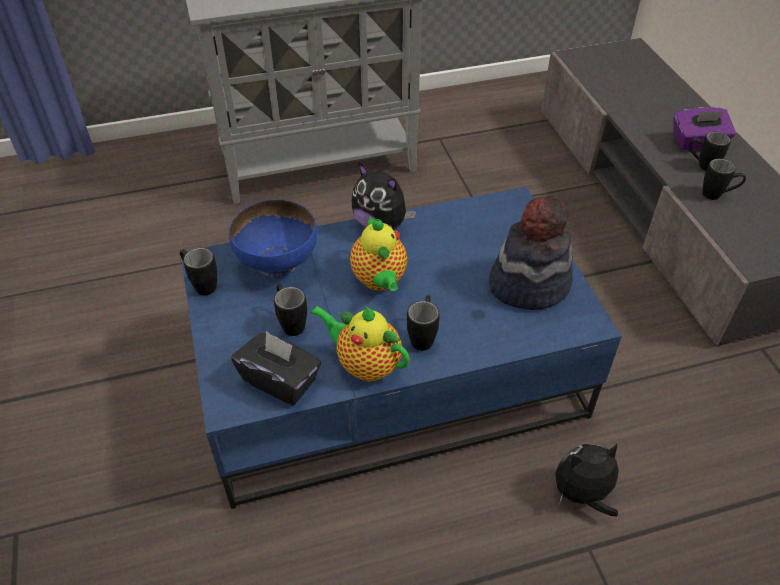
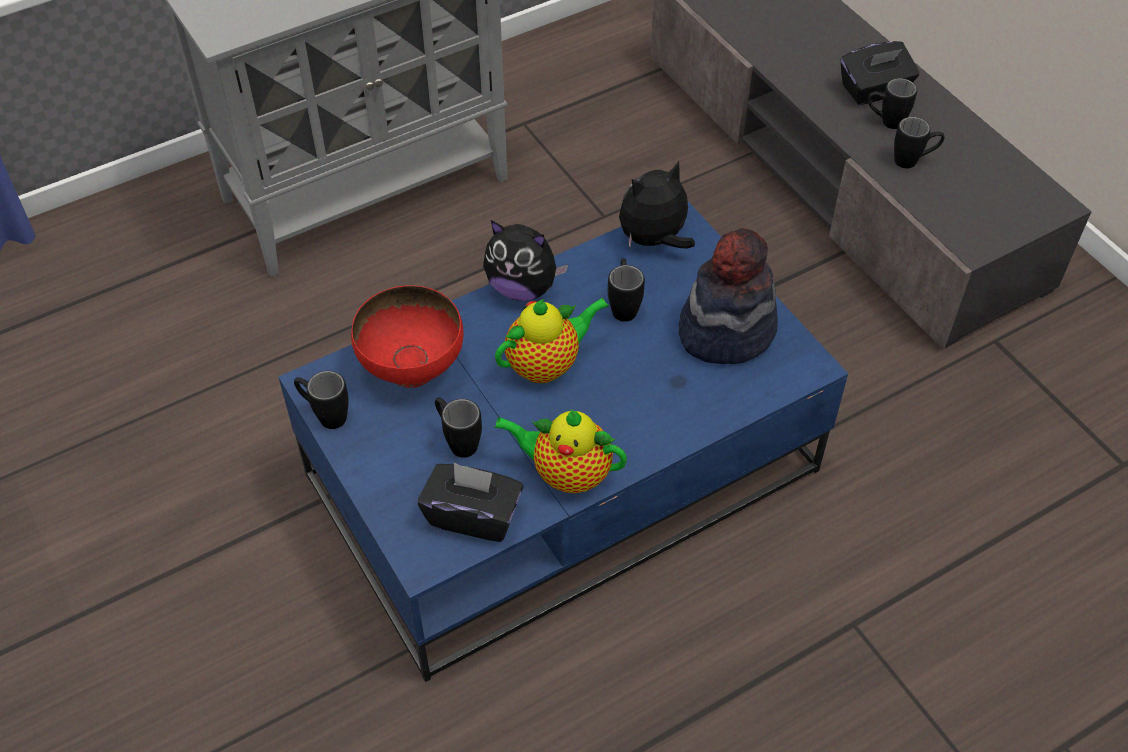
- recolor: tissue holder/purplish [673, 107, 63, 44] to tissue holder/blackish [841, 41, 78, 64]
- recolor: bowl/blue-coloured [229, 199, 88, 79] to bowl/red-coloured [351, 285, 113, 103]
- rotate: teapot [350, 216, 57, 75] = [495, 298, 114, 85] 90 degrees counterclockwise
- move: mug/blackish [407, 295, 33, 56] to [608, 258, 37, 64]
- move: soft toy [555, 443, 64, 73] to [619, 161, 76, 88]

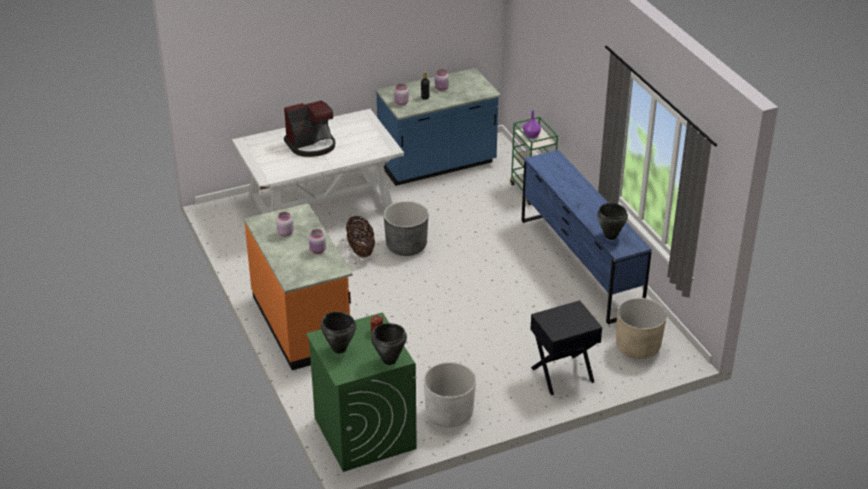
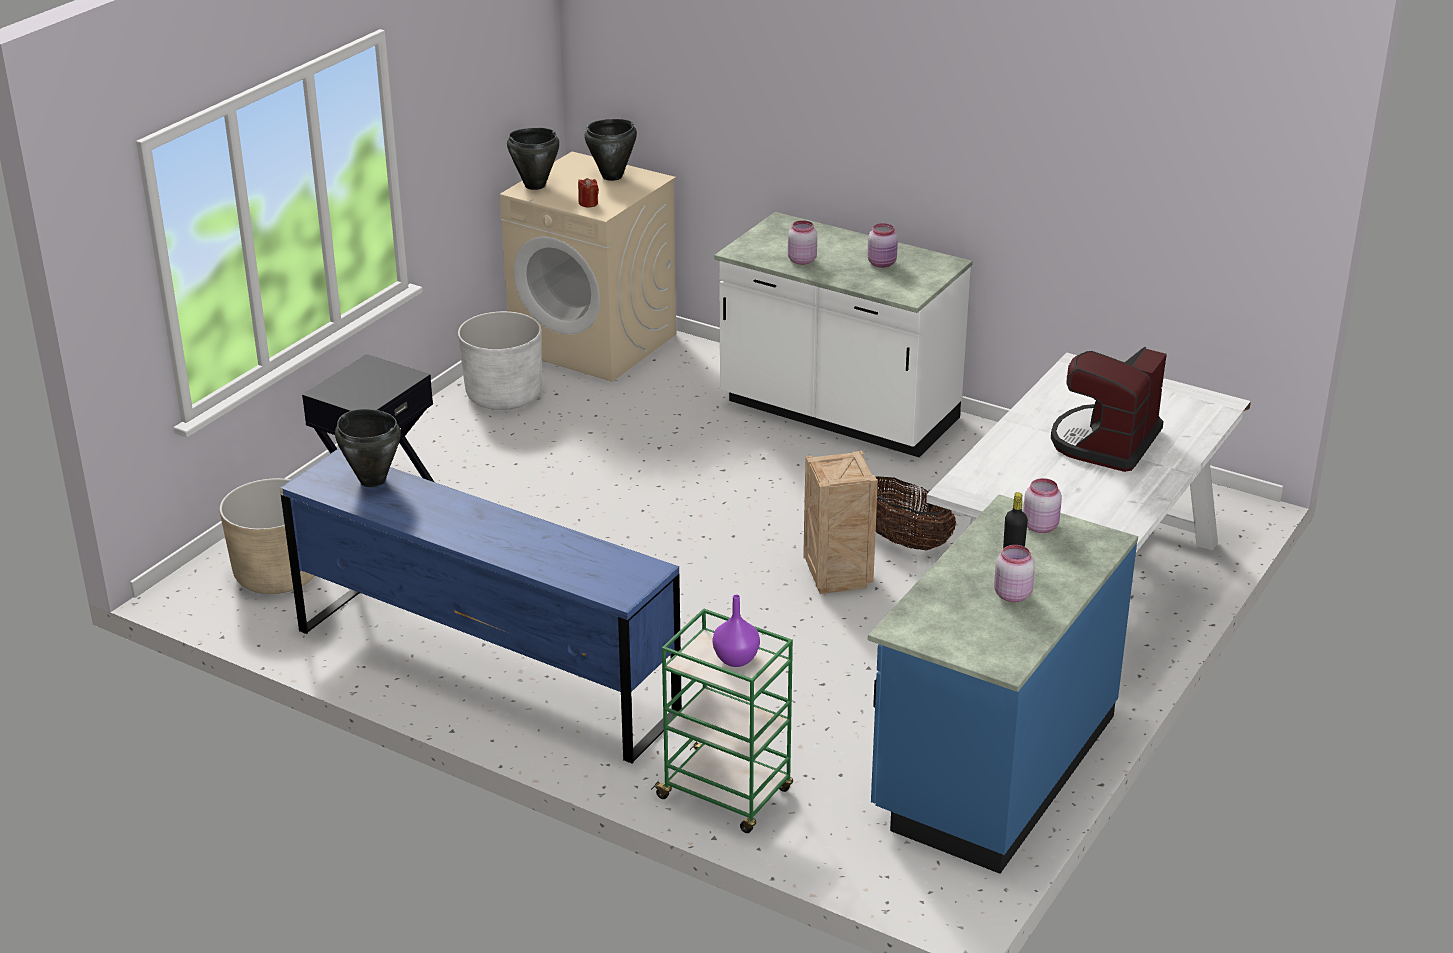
- replace: flower pot/gray [384, 201, 44, 55] to crate [803, 450, 75, 144]
- recolor: kitchen base unit/orange [244, 203, 109, 167] to kitchen base unit/whitish [714, 212, 259, 245]
- recolor: laundry machine/green-coloured [306, 313, 111, 159] to laundry machine/sand-coloured [500, 151, 176, 231]

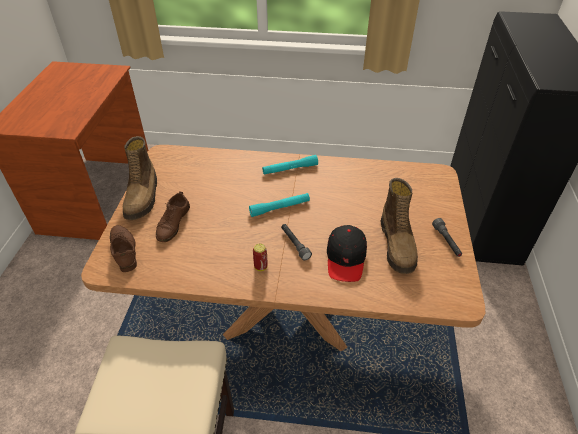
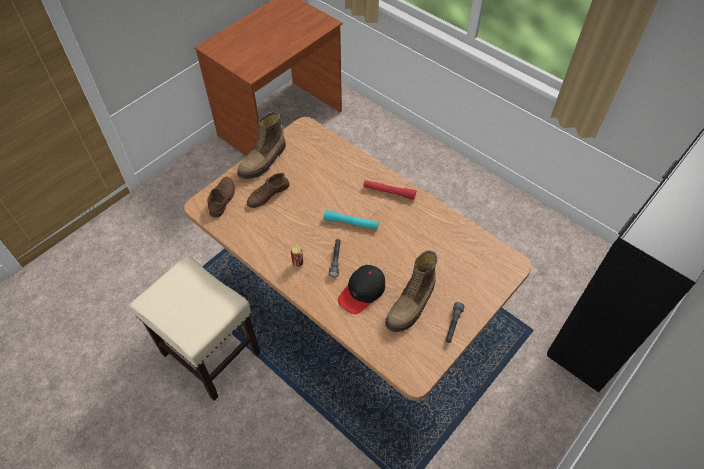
- recolor: hand torch/turquoise [262, 155, 56, 20] to hand torch/red-coloured [363, 180, 53, 20]

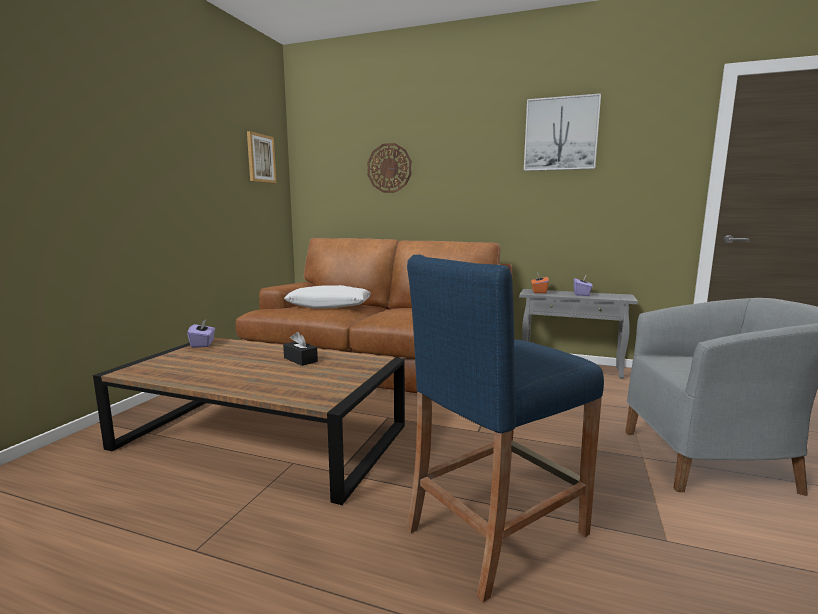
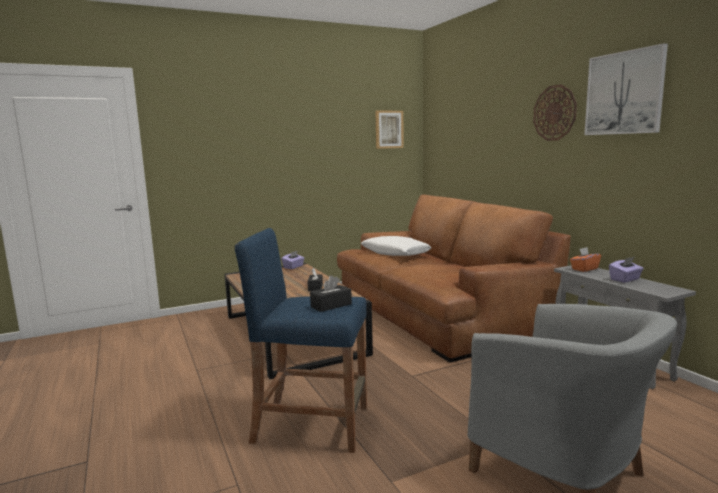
- move: clock on the wall [367, 143, 45, 50] to [533, 84, 44, 57]
- insert: tissue holder/blackish [310, 275, 42, 37]

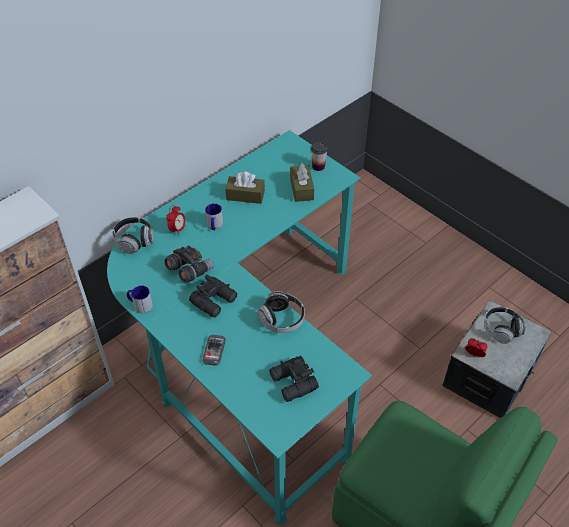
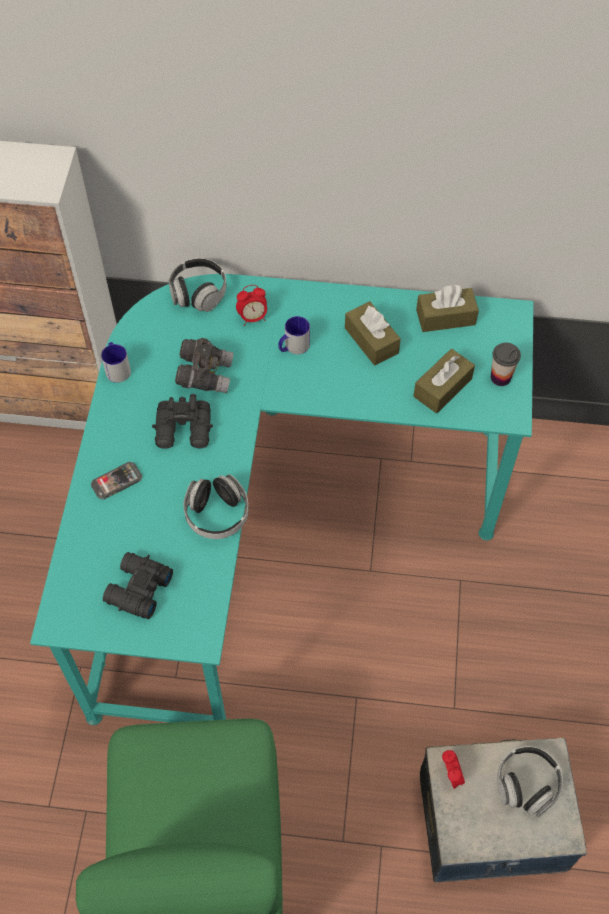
- insert: tissue holder/brownish [416, 285, 63, 47]

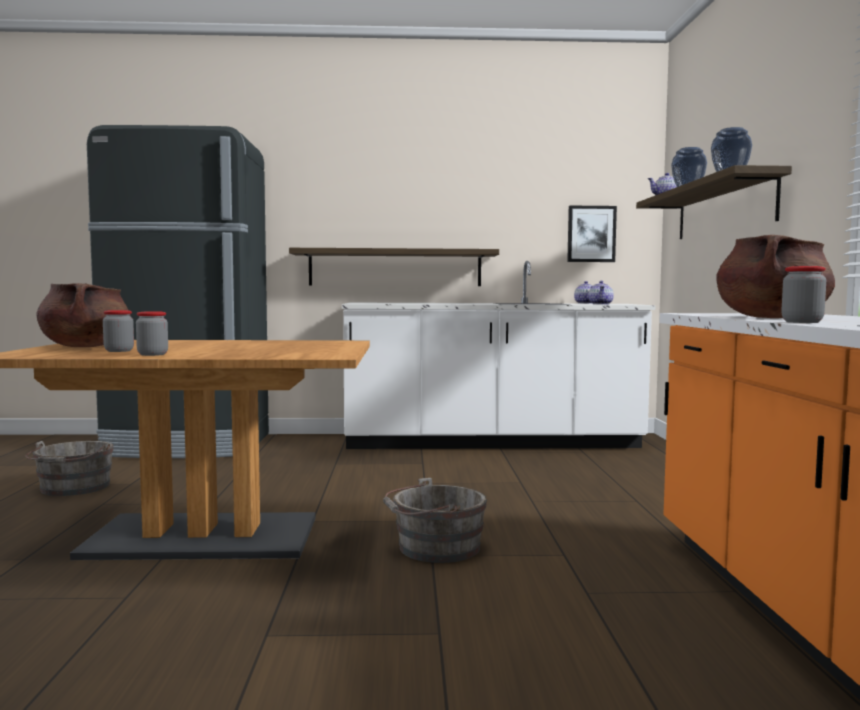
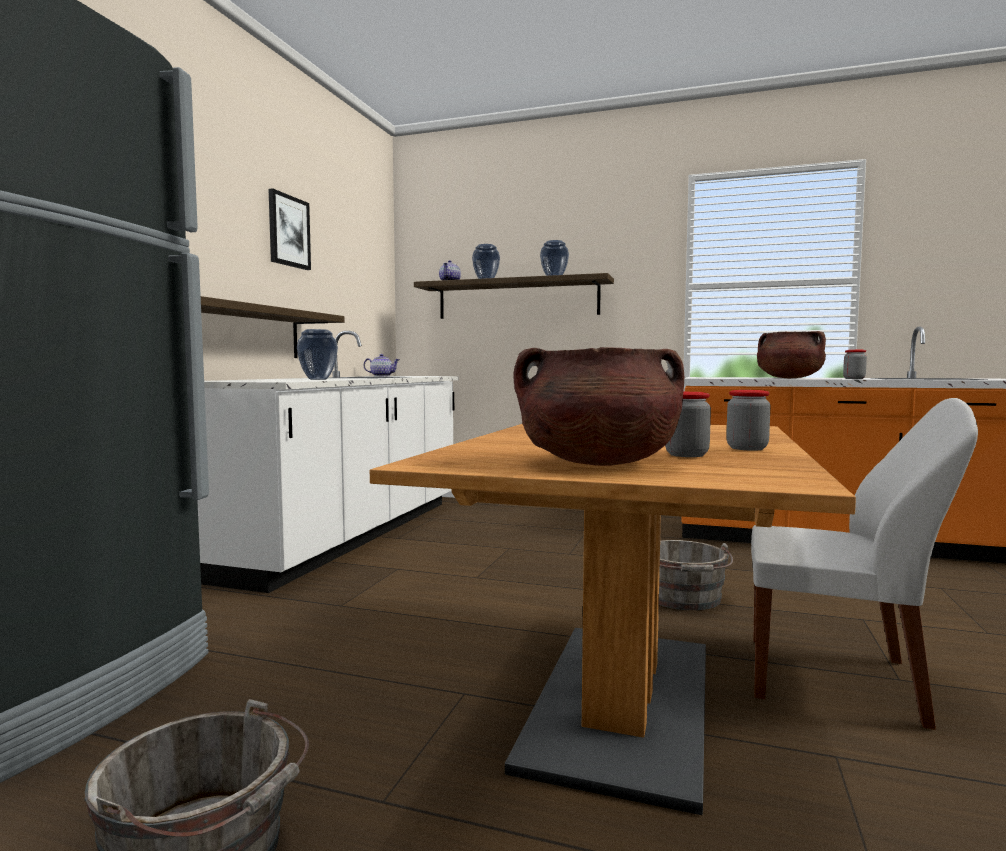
- move: wall art [567, 206, 50, 56] to [268, 188, 43, 82]
- delete: teapot [589, 281, 25, 24]
- insert: decorative vase [297, 329, 41, 51]
- insert: plain chair/whitish [751, 398, 227, 332]

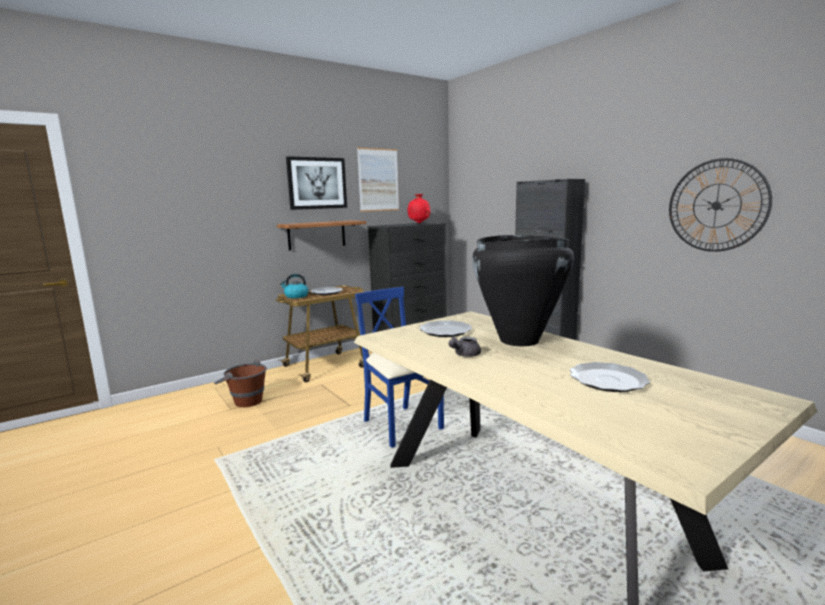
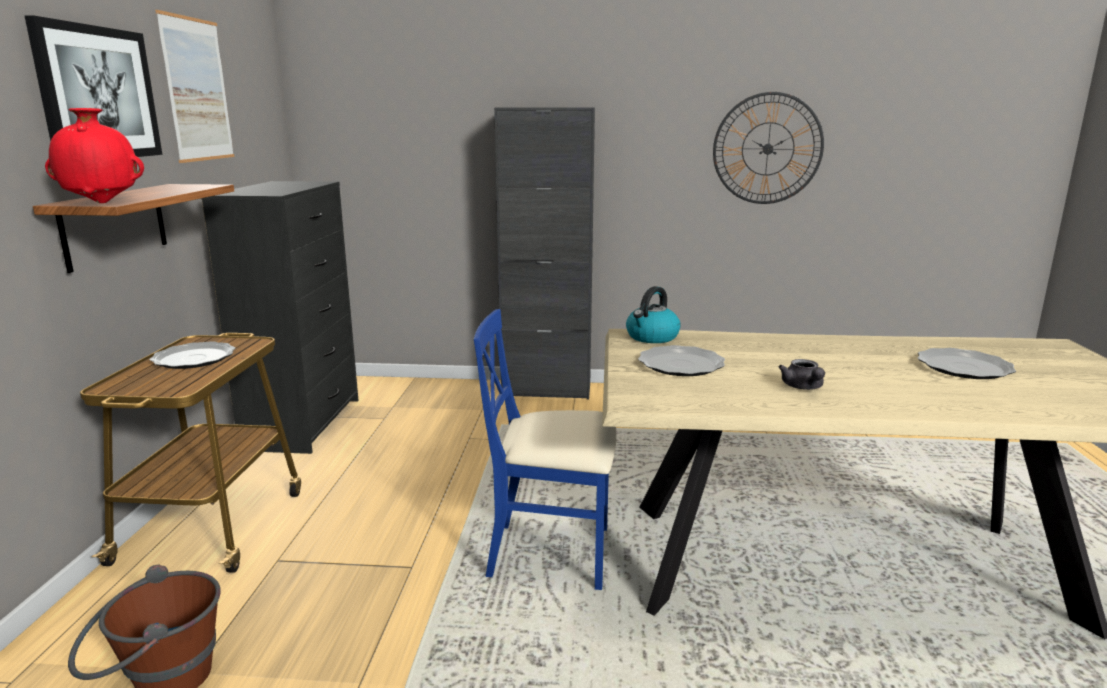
- move: decorative vase/red-coloured [408, 194, 23, 29] to [45, 108, 99, 95]
- delete: decorative vase/blackish [472, 235, 102, 111]
- move: kettle [280, 274, 29, 24] to [626, 286, 55, 57]

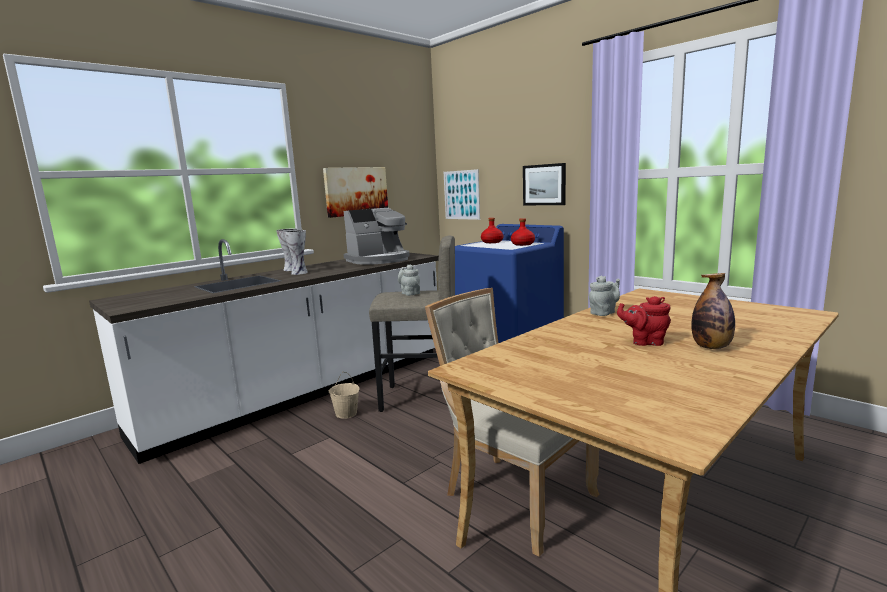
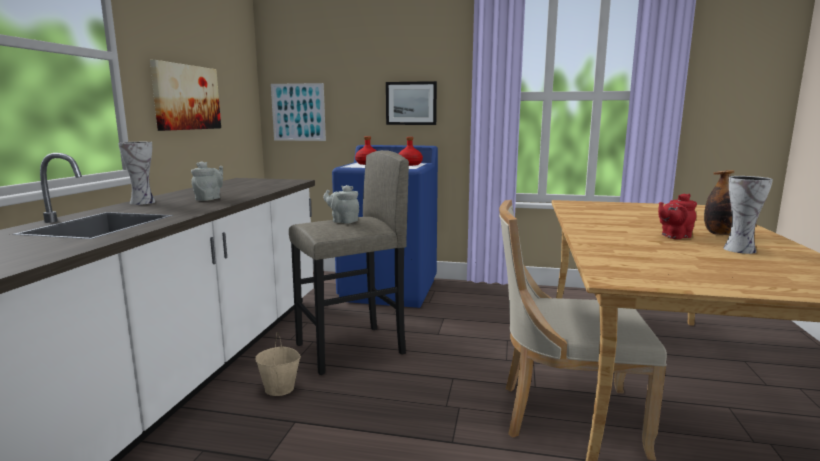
- delete: coffee brewer [344, 208, 66, 57]
- move: decorative vase [284, 230, 24, 45] to [723, 176, 50, 78]
- move: teapot/gray [589, 276, 31, 40] to [191, 161, 32, 40]

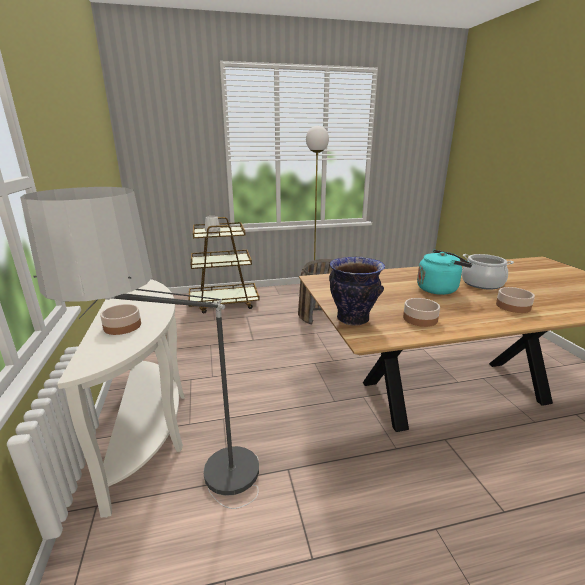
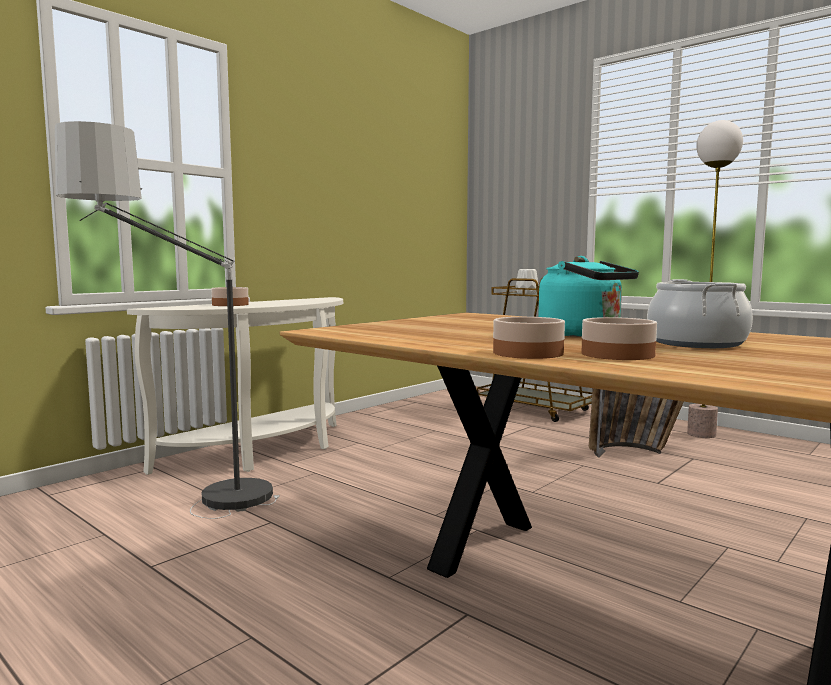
- delete: decorative vase [329, 256, 56, 70]
- move: bowl [403, 298, 37, 29] to [493, 317, 72, 42]

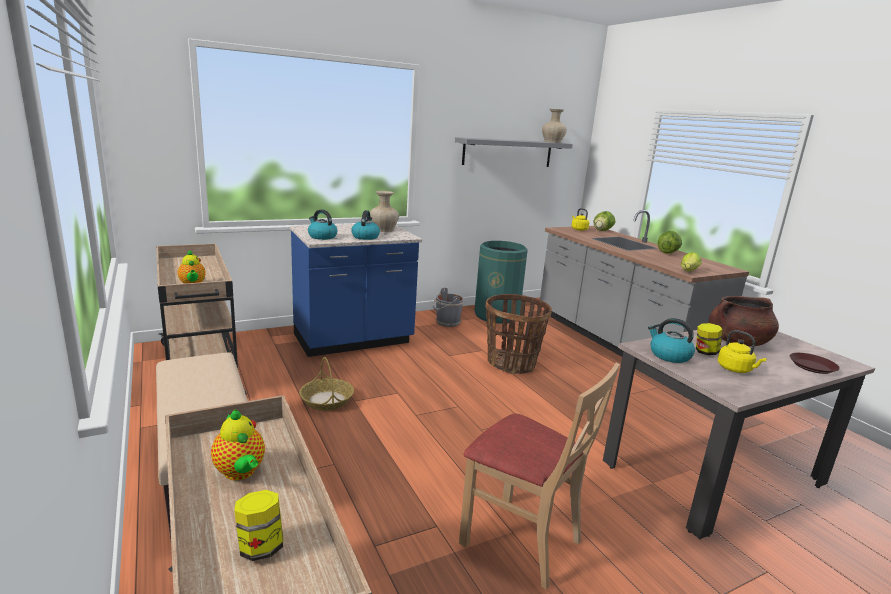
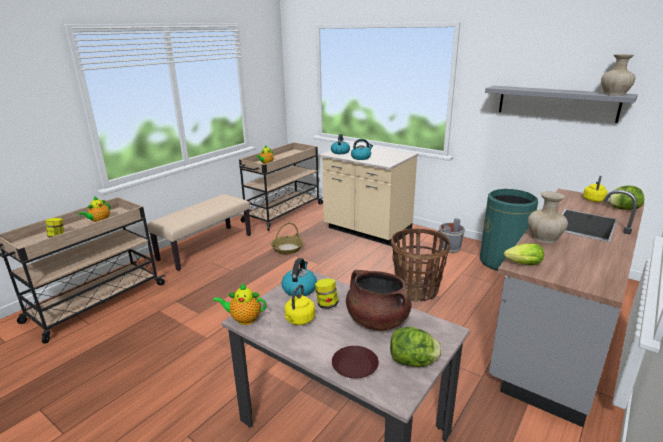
- move: decorative vase/sand-coloured [370, 191, 29, 41] to [528, 191, 40, 52]
- recolor: kitchen base unit/blue-coloured [290, 224, 132, 133] to kitchen base unit/sand-coloured [320, 143, 98, 103]
- move: lettuce head [658, 231, 24, 23] to [390, 327, 52, 40]
- delete: plain chair/sand-coloured [459, 363, 161, 227]
- insert: teapot [213, 283, 53, 42]

